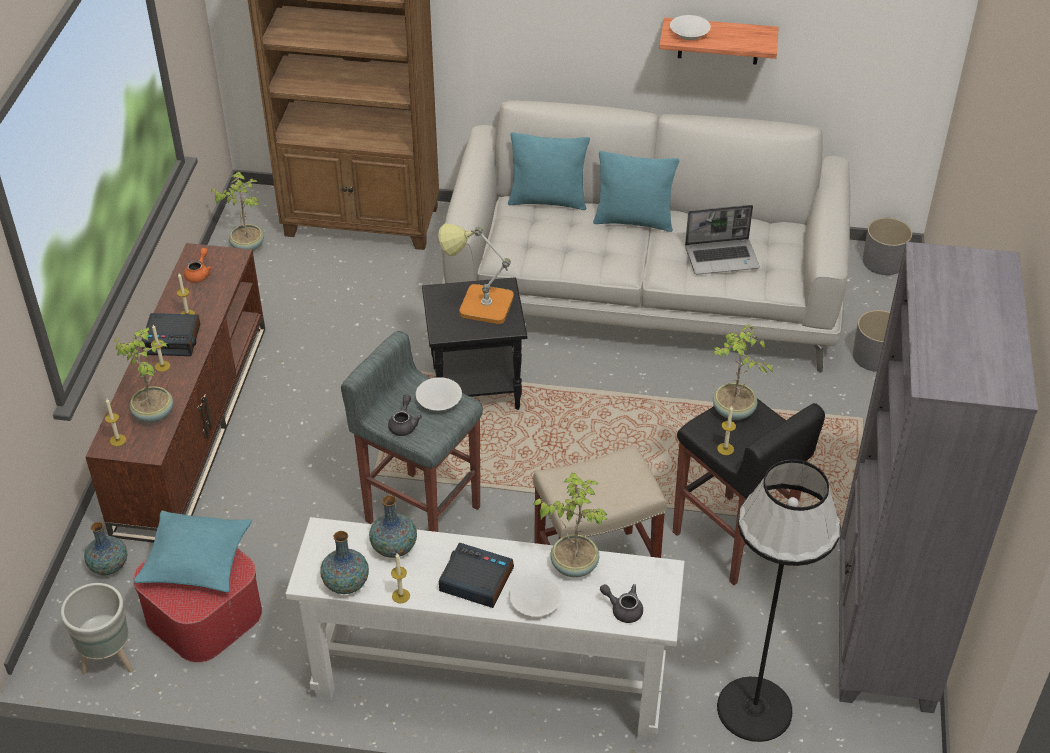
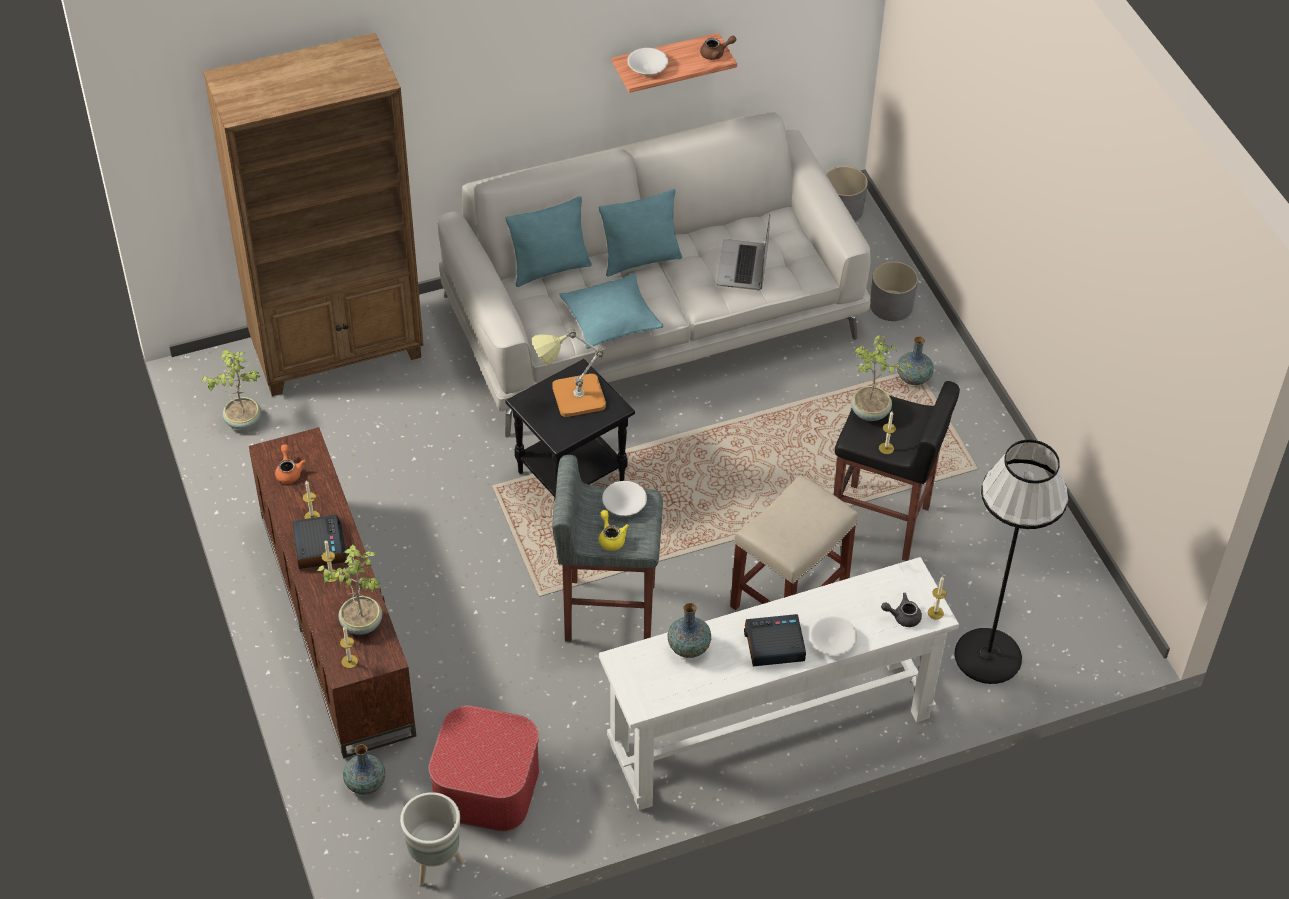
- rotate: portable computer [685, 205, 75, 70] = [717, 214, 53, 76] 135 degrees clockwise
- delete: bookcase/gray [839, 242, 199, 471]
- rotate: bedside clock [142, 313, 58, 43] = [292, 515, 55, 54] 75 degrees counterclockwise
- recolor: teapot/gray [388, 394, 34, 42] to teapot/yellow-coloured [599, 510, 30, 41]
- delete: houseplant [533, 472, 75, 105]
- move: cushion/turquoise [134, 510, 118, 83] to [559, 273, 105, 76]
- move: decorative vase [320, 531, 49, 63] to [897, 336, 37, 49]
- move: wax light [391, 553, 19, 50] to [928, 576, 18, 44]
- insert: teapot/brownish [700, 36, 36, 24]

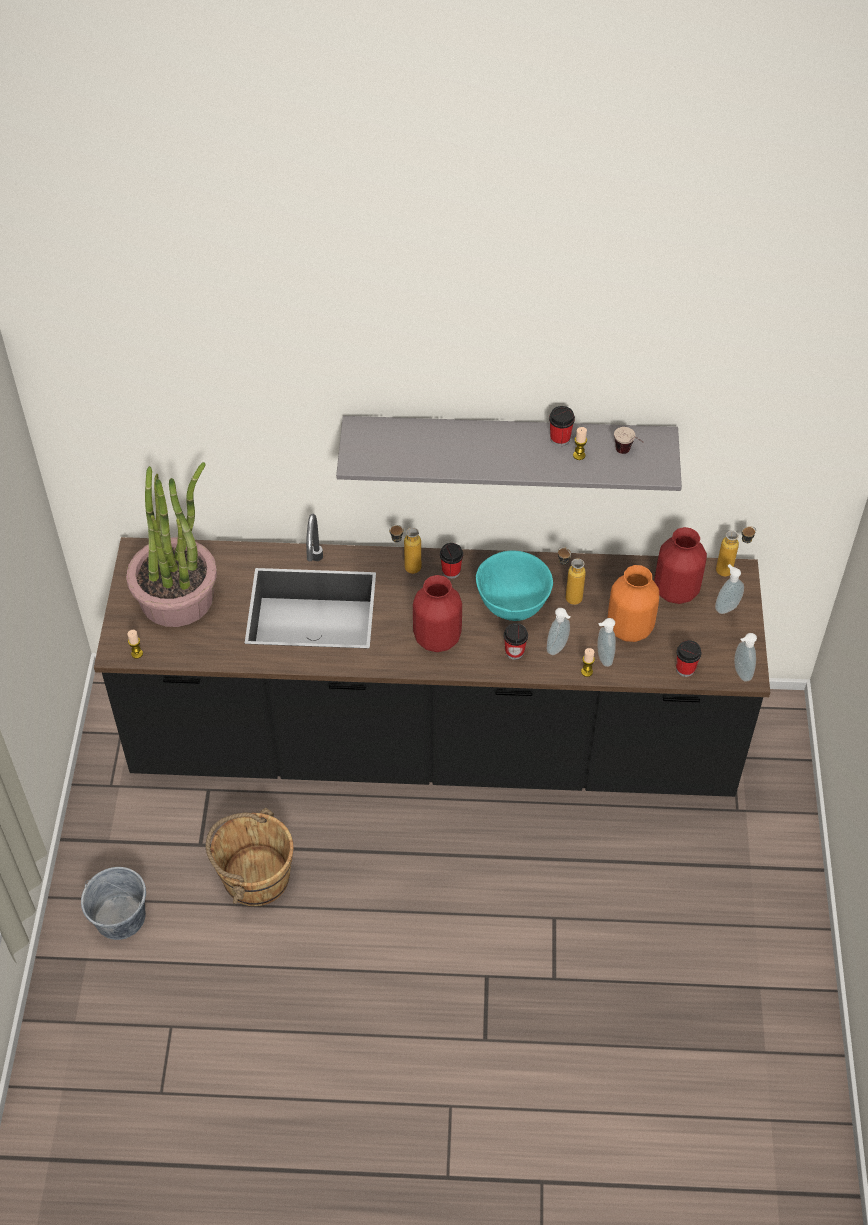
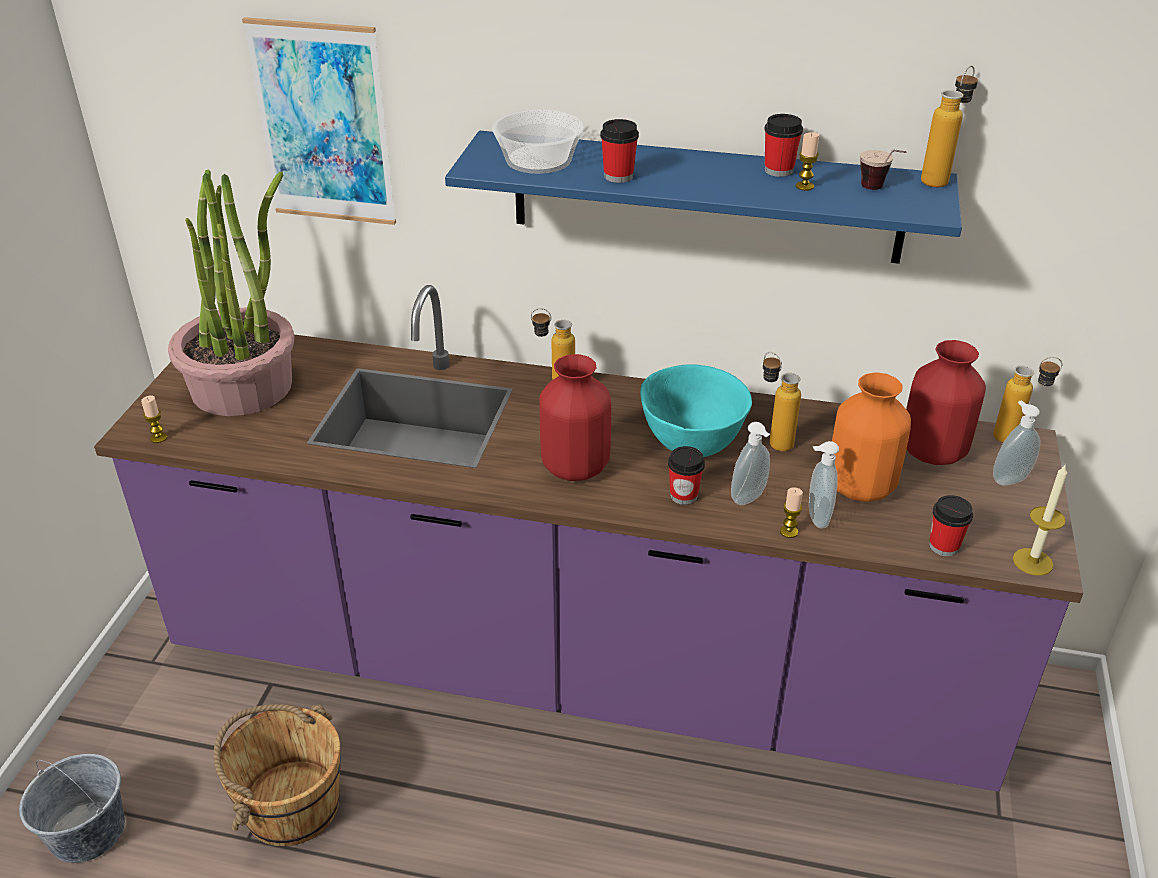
- recolor: wall shelf/gray [336, 416, 346, 75] to wall shelf/blue-coloured [445, 131, 517, 133]
- recolor: kitchen base unit/blackish [94, 514, 676, 283] to kitchen base unit/purplish [94, 285, 989, 507]
- move: cup [440, 543, 23, 36] to [600, 119, 39, 64]
- replace: soap dispenser [734, 633, 23, 49] to wax light [1013, 464, 54, 112]
- insert: wall art [242, 17, 154, 208]
- insert: bottle [921, 66, 57, 121]
- insert: bowl [492, 109, 92, 65]

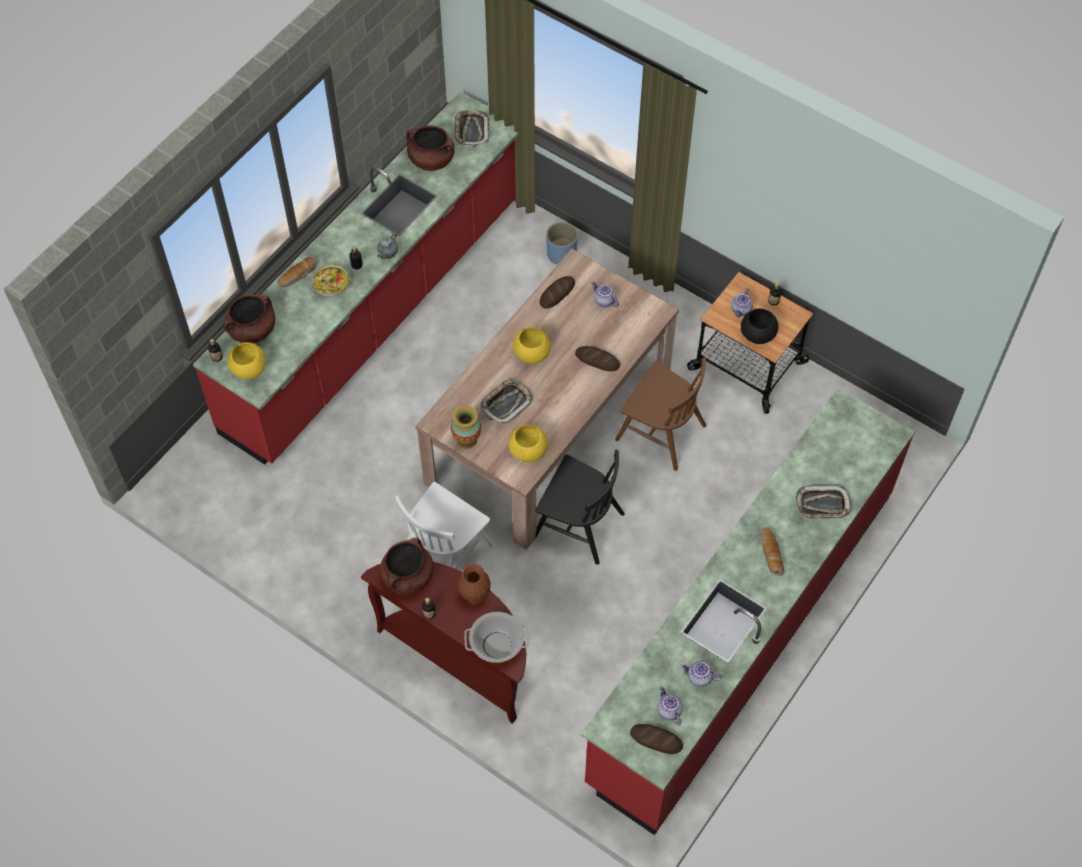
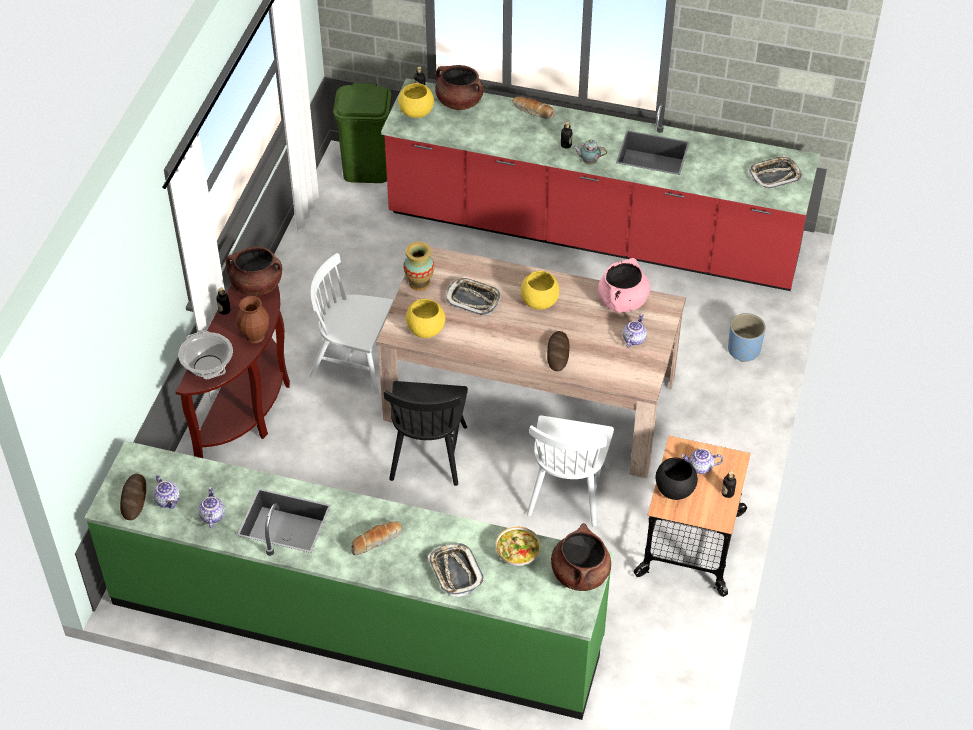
- move: saucepot/brownish [406, 125, 49, 46] to [551, 523, 60, 68]
- move: bowl [313, 264, 36, 32] to [496, 527, 44, 39]
- replace: bakery bread [540, 276, 35, 33] to saucepot/pink-coloured [598, 258, 52, 54]
- recolor: plain chair/brownish [615, 358, 91, 113] to plain chair/whitish [527, 415, 87, 112]
- recolor: kitchen base unit/red-coloured [581, 388, 334, 447] to kitchen base unit/green-coloured [85, 441, 530, 279]
- rotate: teapot [657, 685, 26, 40] = [153, 475, 27, 34] 105 degrees clockwise
- insert: trash can/green-coloured [333, 83, 58, 100]

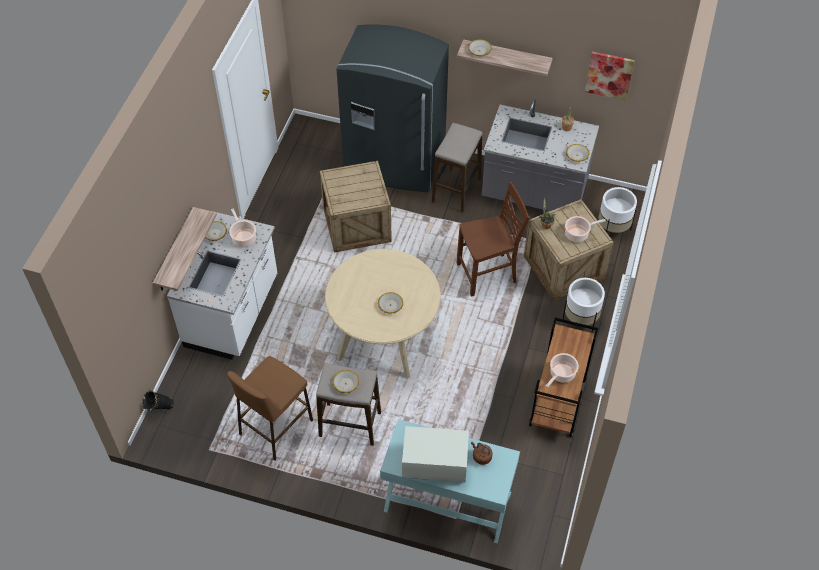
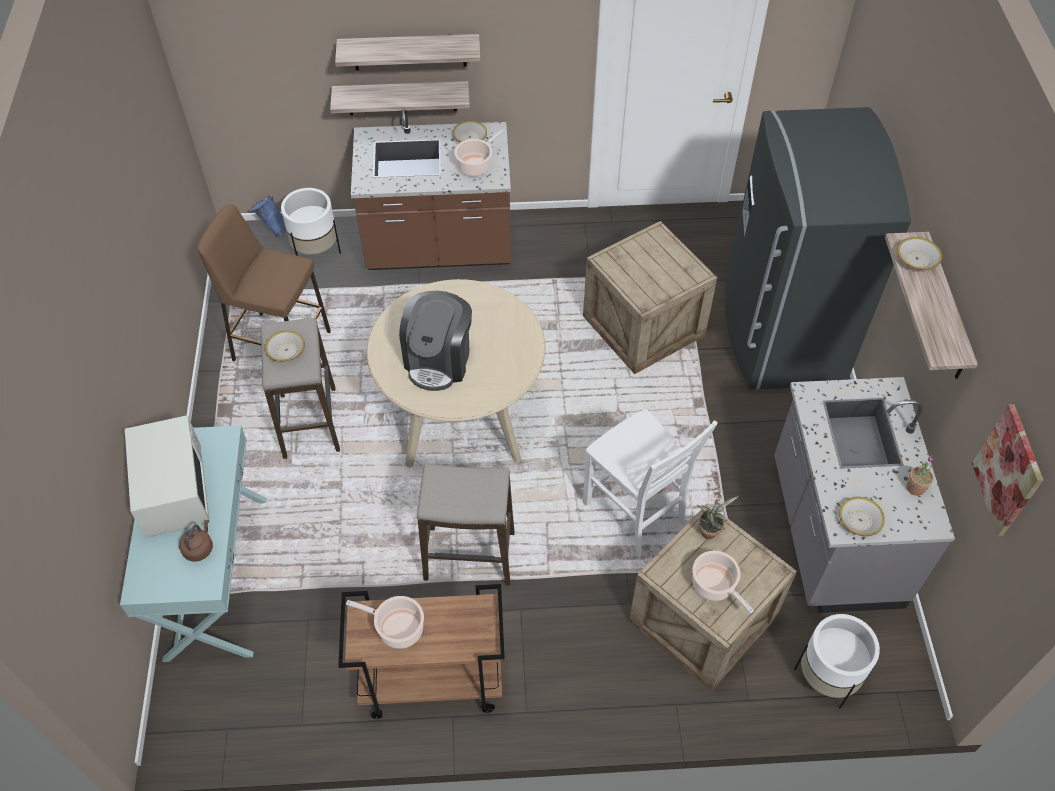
- move: stool [432, 123, 50, 90] to [417, 464, 98, 122]
- recolor: plain chair/brownish [457, 182, 73, 115] to plain chair/whitish [583, 409, 135, 148]
- recolor: kitchen base unit/whitish [167, 211, 110, 149] to kitchen base unit/brownish [351, 111, 160, 159]
- move: flower pot/whitish [563, 278, 42, 54] to [281, 188, 60, 67]
- replace: bowl [378, 292, 25, 22] to coffee brewer [399, 291, 73, 100]
- recolor: decorative vase/blackish [142, 390, 32, 21] to decorative vase/blue-coloured [250, 195, 36, 42]
- insert: wall shelf [335, 34, 146, 37]

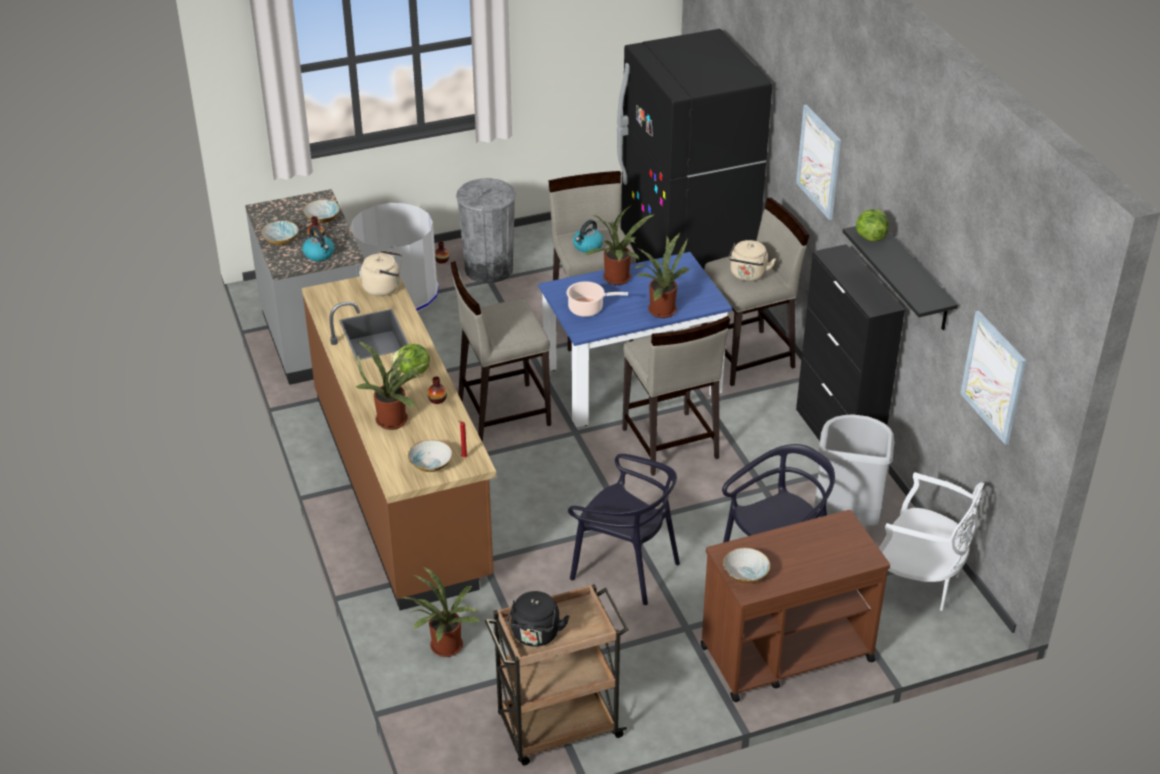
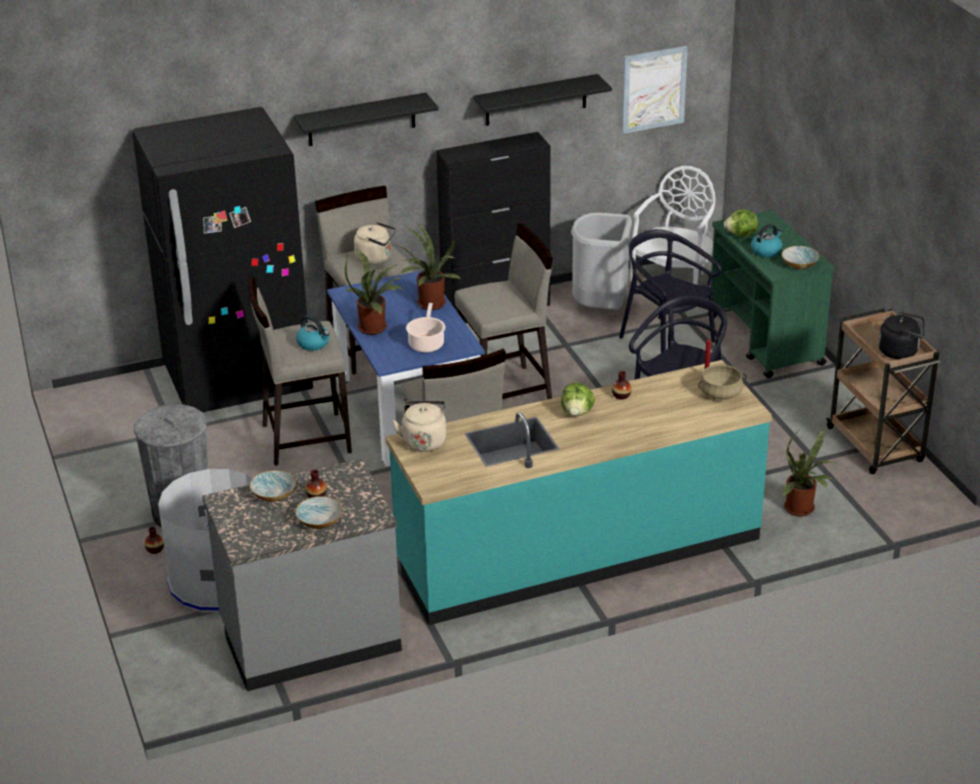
- replace: wall art [796, 105, 45, 115] to wall shelf/blackish [294, 93, 145, 53]
- move: lettuce head [856, 209, 33, 33] to [724, 209, 34, 28]
- move: kettle [302, 227, 32, 34] to [751, 224, 32, 33]
- recolor: kitchen base unit/brownish [302, 276, 194, 334] to kitchen base unit/turquoise [386, 360, 386, 265]
- delete: houseplant [356, 341, 72, 89]
- replace: bowl [408, 440, 45, 32] to saucepot/sand-coloured [698, 364, 48, 36]
- recolor: cart/brownish [700, 510, 190, 192] to cart/green-coloured [708, 210, 126, 168]

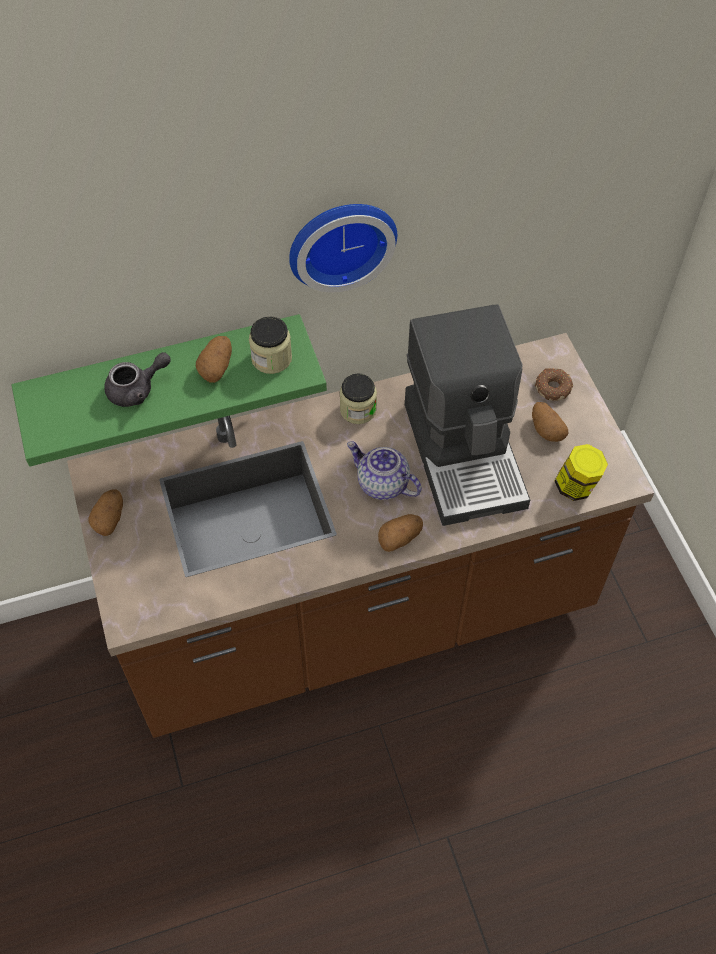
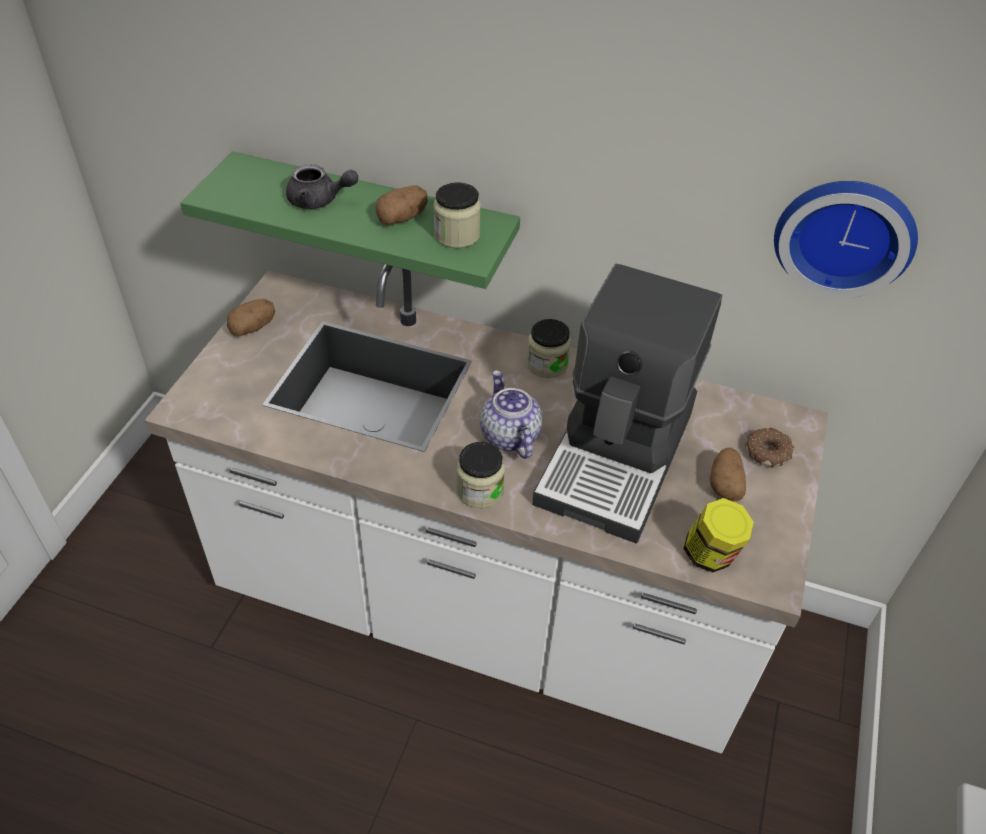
- move: clock on the wall [289, 204, 108, 88] to [774, 181, 144, 117]
- recolor: kitchen base unit/brownish [67, 333, 587, 405] to kitchen base unit/whitish [144, 264, 684, 490]
- replace: spud [378, 514, 45, 38] to jar [456, 442, 49, 66]

